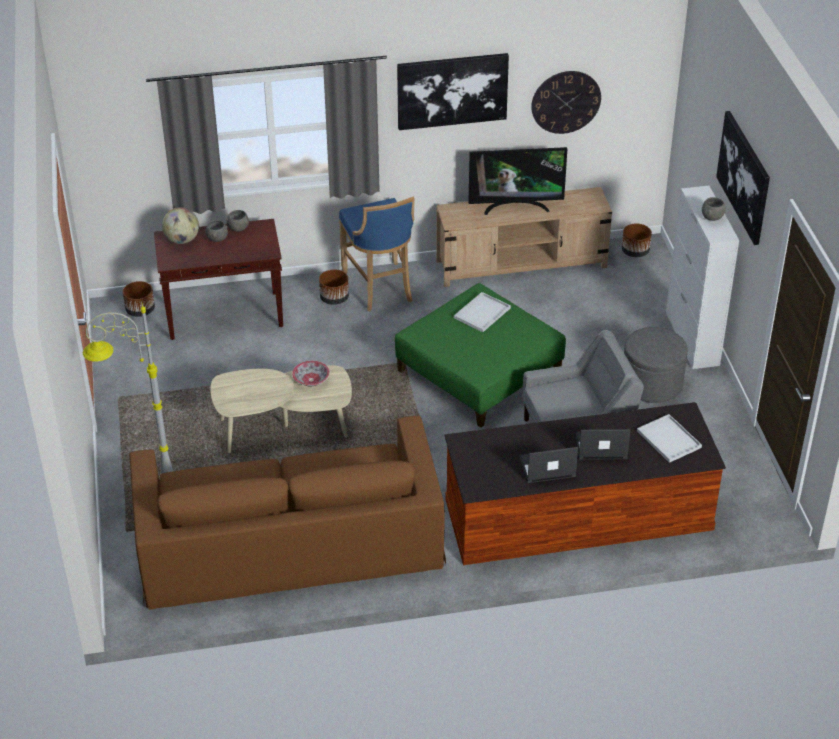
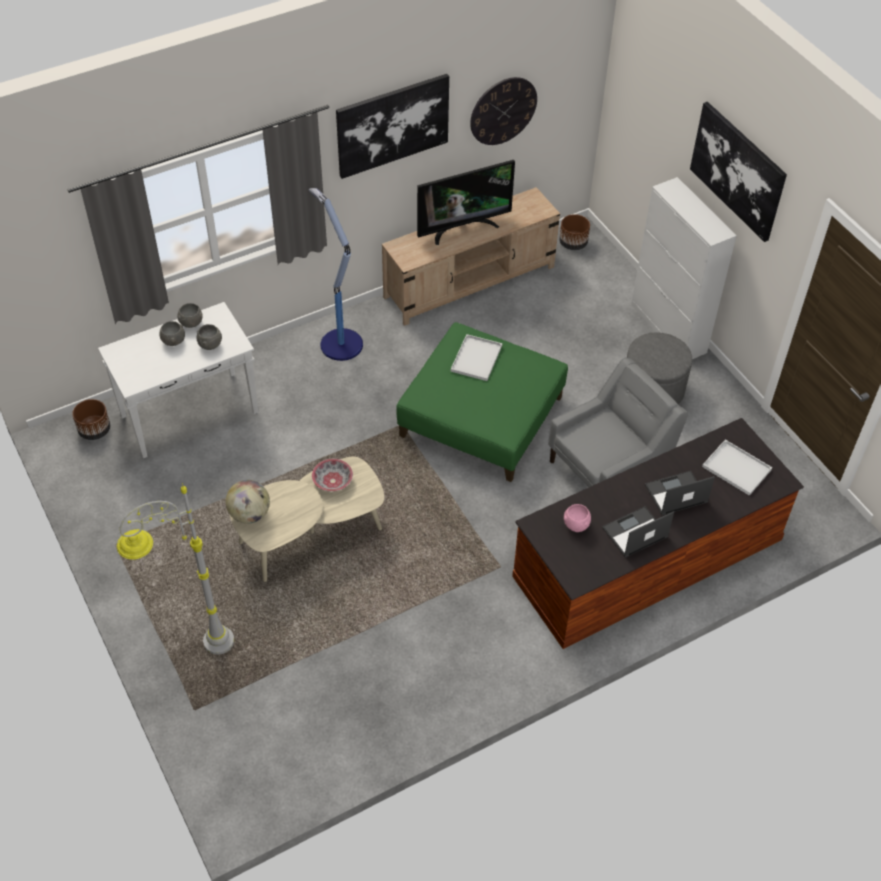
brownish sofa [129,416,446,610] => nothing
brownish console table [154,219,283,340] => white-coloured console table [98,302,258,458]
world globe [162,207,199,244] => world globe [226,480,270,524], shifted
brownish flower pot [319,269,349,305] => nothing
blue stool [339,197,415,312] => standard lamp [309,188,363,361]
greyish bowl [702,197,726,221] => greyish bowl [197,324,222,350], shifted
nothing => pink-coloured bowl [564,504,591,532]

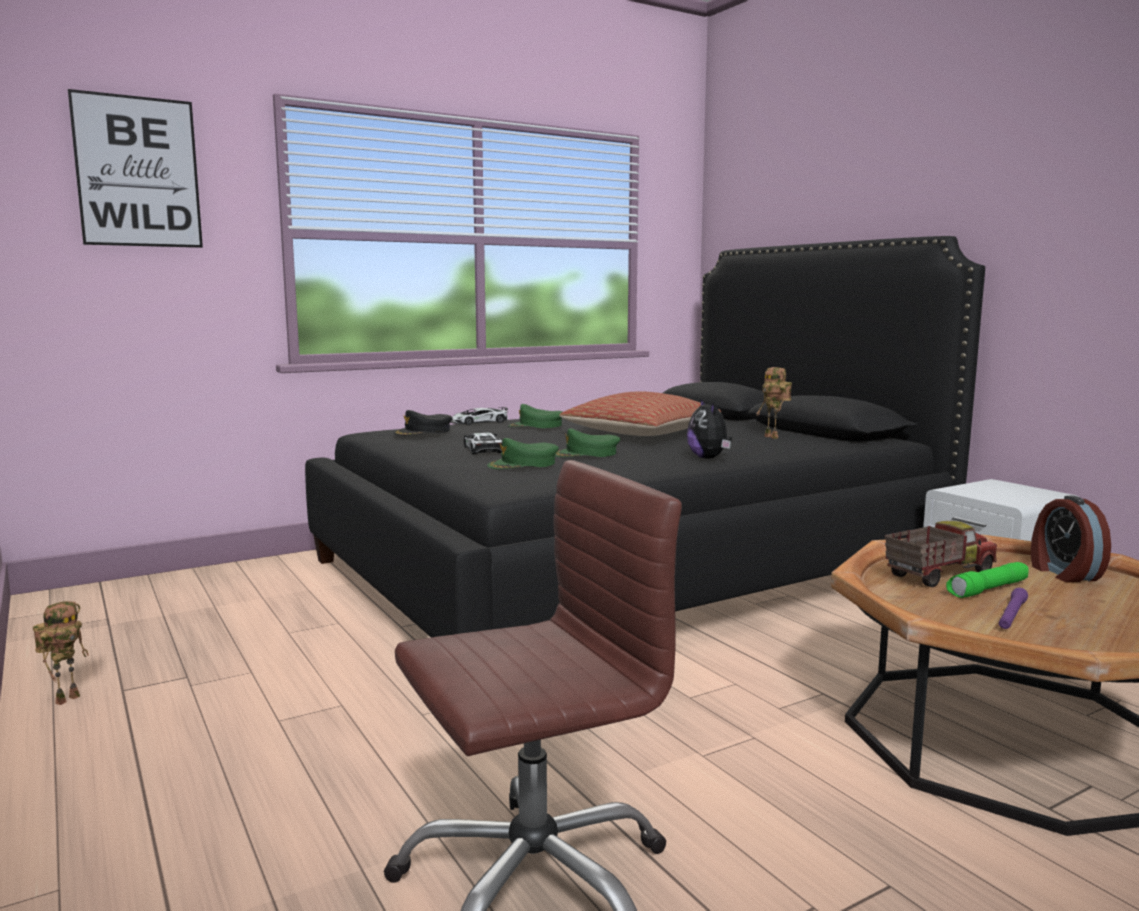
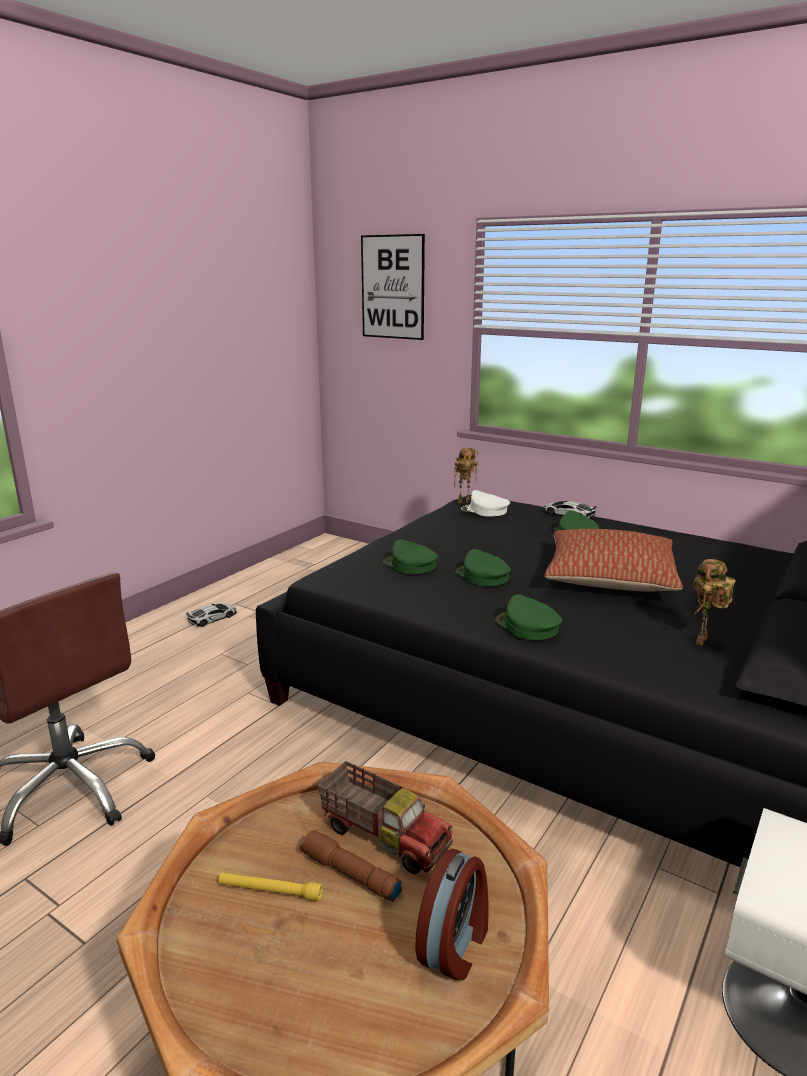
toy robot [33,601,89,705] => toy robot [454,448,478,503], shifted
black-coloured baseball cap [393,410,453,436] => white-coloured baseball cap [461,490,510,517]
model car [464,433,502,454] => model car [186,603,237,627], shifted
plush toy [687,398,732,459] => green baseball cap [495,594,562,640]
green torch [946,562,1029,598] => brownish torch [300,830,402,902]
purple torch [999,588,1028,629] => yellow torch [218,872,323,901]
bedside clock [1031,496,1111,582] => bedside clock [415,849,489,980], 150 degrees clockwise

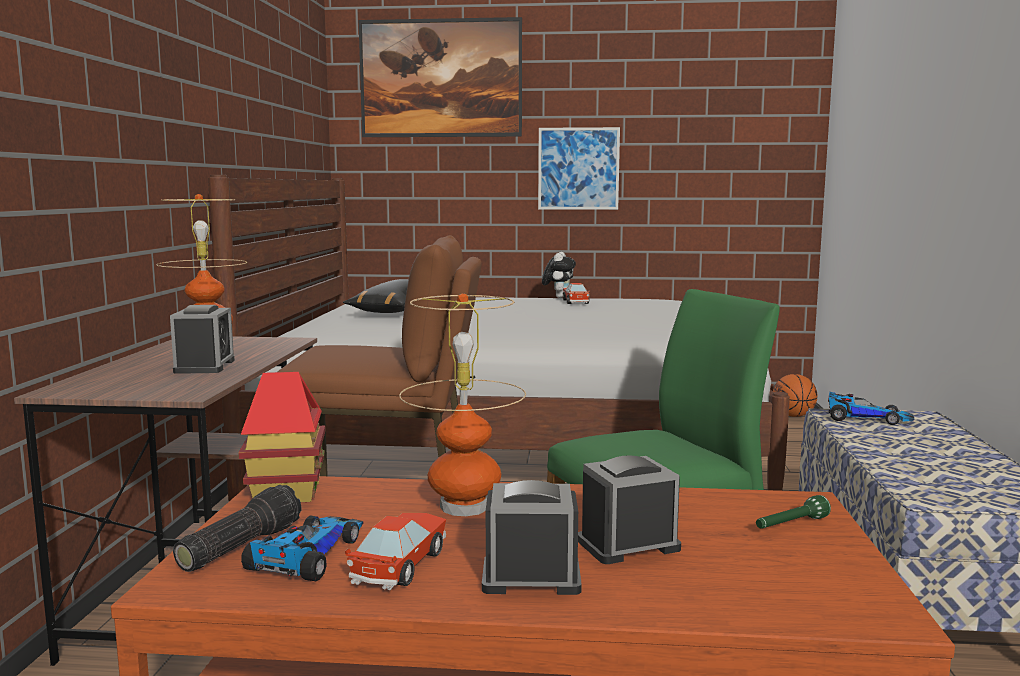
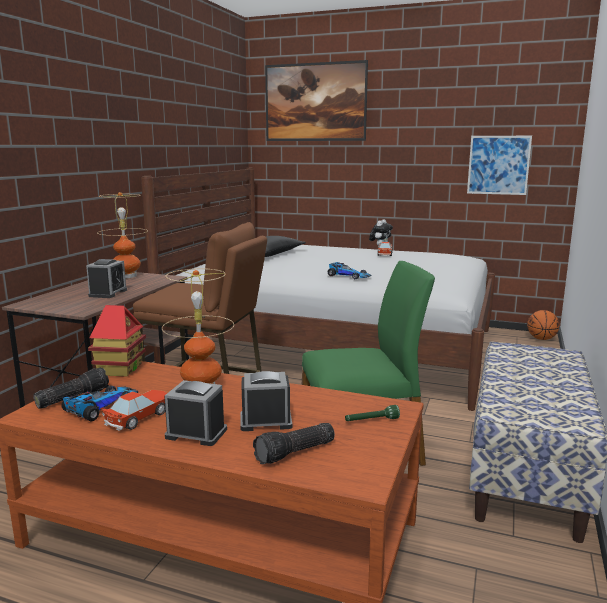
wall art [538,127,620,210] => wall art [467,136,532,195], shifted
model car [828,392,914,425] => model car [328,262,371,279], shifted
nothing => torch [253,423,335,464]

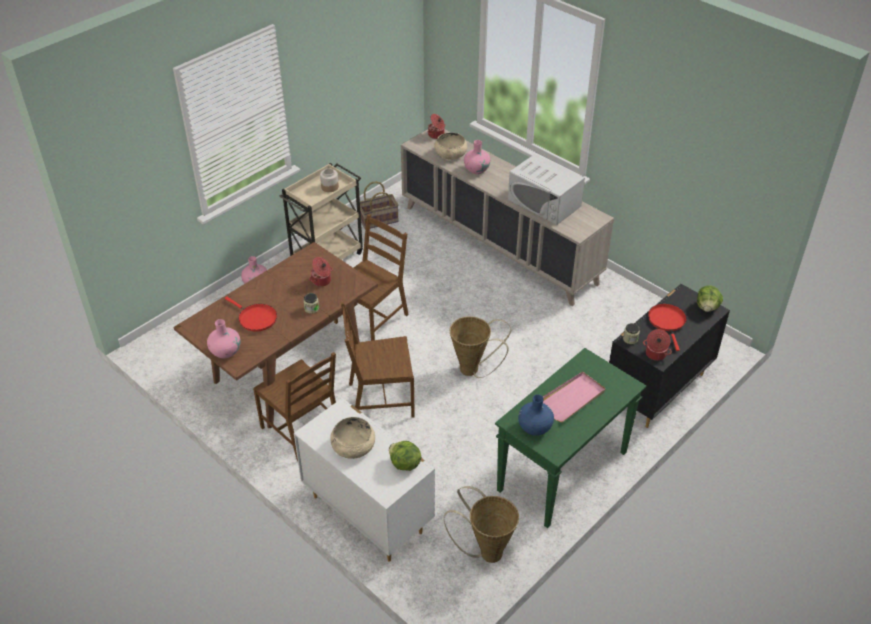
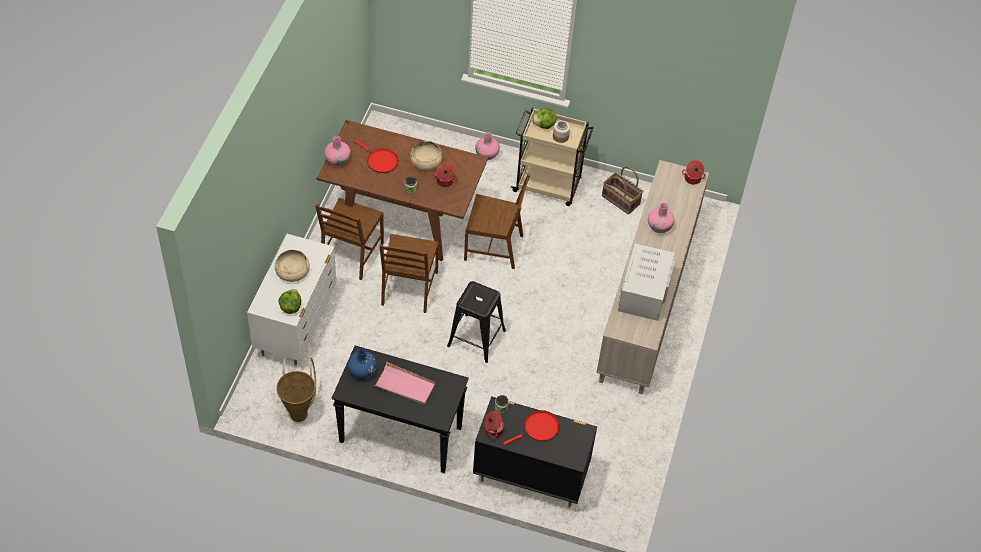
red-coloured pan [225,297,277,332] => red-coloured pan [354,140,398,173], 60 degrees counterclockwise
brownish plain chair [341,302,415,418] => brownish plain chair [380,234,439,313], 135 degrees counterclockwise
sand-coloured bowl [434,132,467,160] => sand-coloured bowl [410,141,443,171], shifted
household basket [450,316,511,378] => black-coloured stool [447,281,506,363]
green console table [495,348,646,528] => black-coloured console table [332,345,469,473]
lettuce head [697,285,723,312] => lettuce head [532,108,556,129], shifted

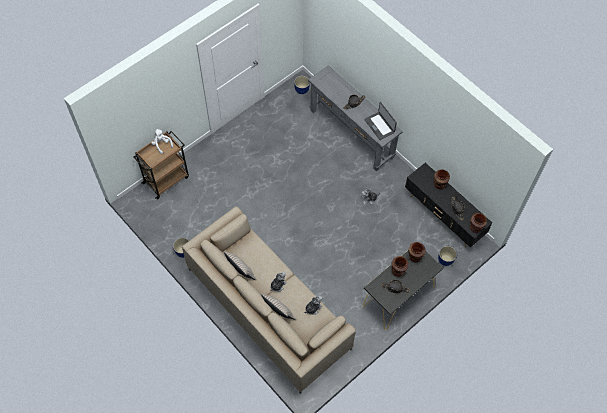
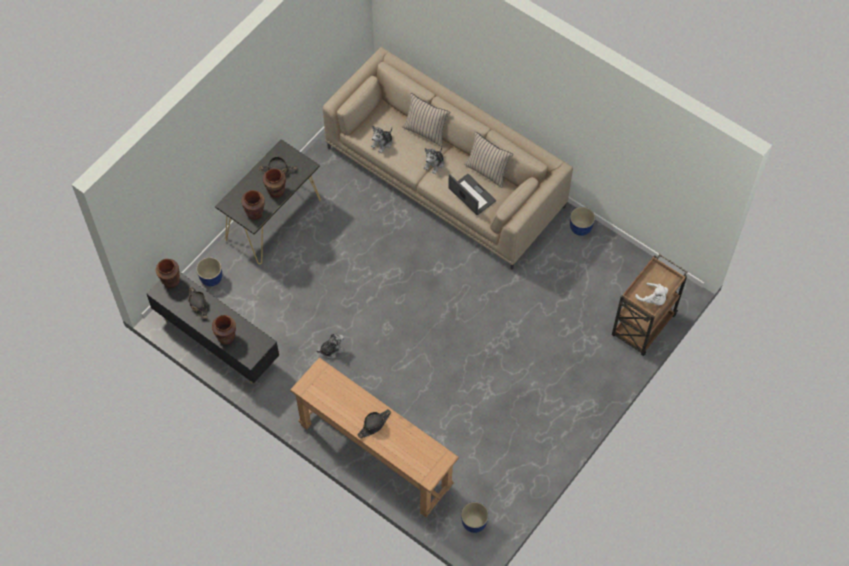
greyish console table [308,65,403,171] => brownish console table [290,357,459,517]
laptop [364,102,397,140] => laptop [448,174,496,215], shifted

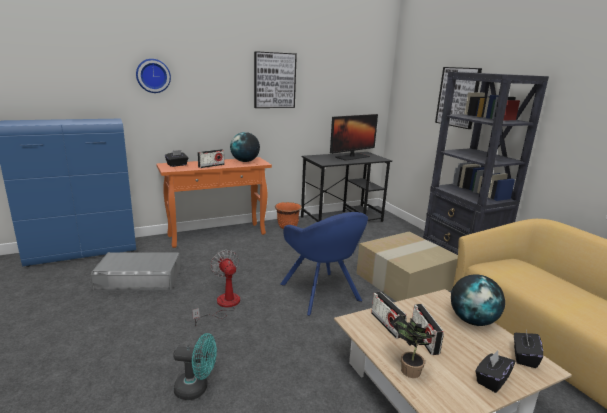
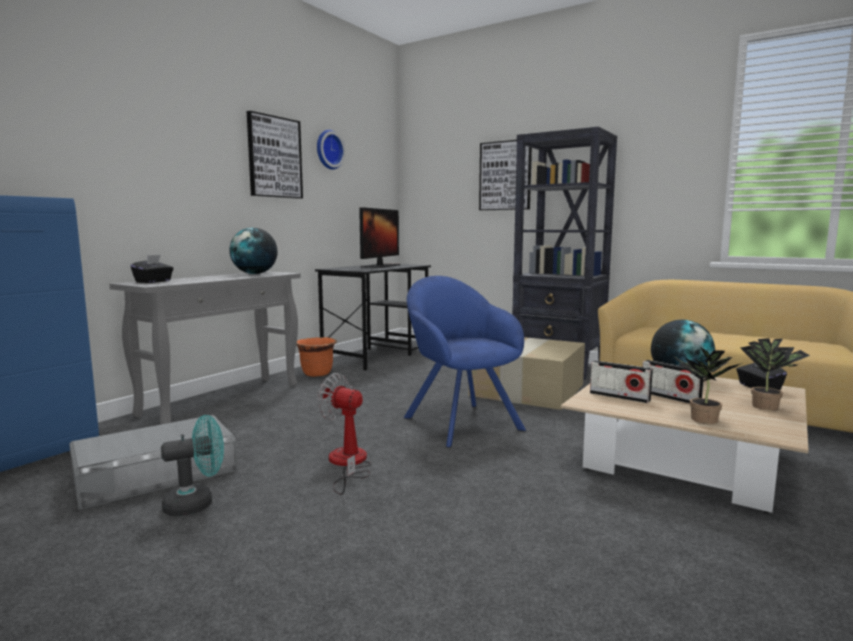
clock on the wall [136,59,171,93] => clock on the wall [317,130,345,170], shifted
orange-coloured console table [157,157,272,248] => greyish console table [109,271,301,424]
turquoise-coloured cooling fan [173,333,217,400] => turquoise-coloured cooling fan [161,415,224,516], shifted
radio receiver [197,149,224,168] => nothing
blue lounge chair [280,212,368,316] => blue lounge chair [404,276,526,448], 150 degrees counterclockwise
black-coloured tissue holder [475,350,515,393] => plant in a pot [740,338,810,410]

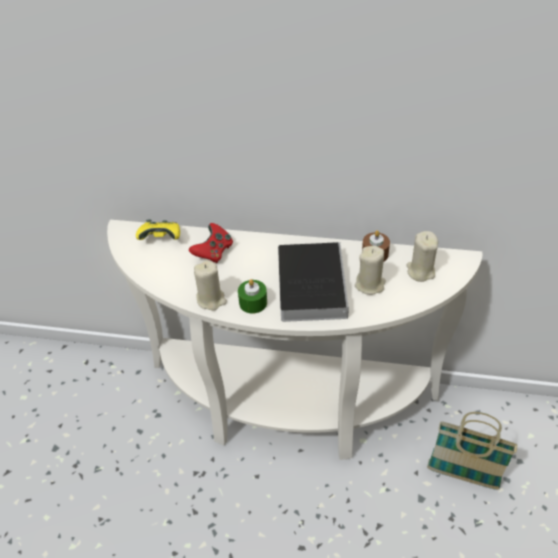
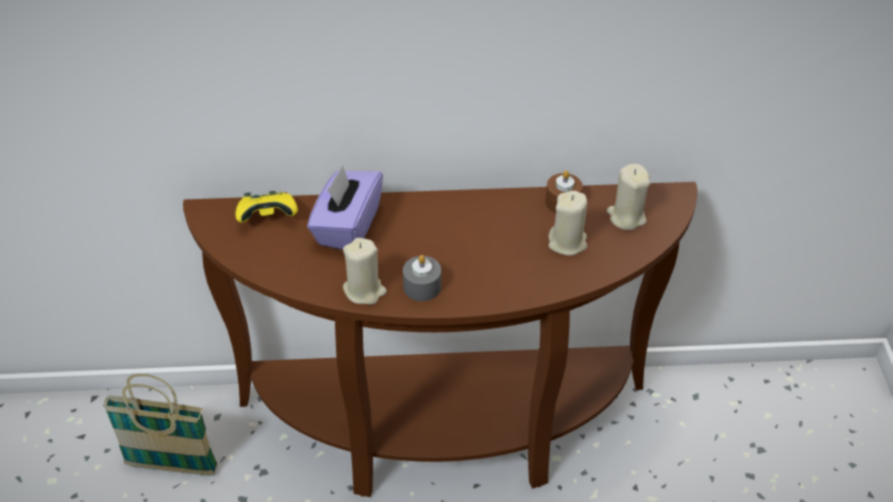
white-coloured console table [107,220,483,460] => brownish console table [183,182,698,497]
red-coloured gamepad [189,223,233,263] => purple tissue holder [307,165,383,250]
green candle [238,279,267,314] => greyish candle [403,255,441,301]
volume [278,242,349,322] => nothing
household basket [427,412,517,490] => household basket [103,374,218,475], shifted

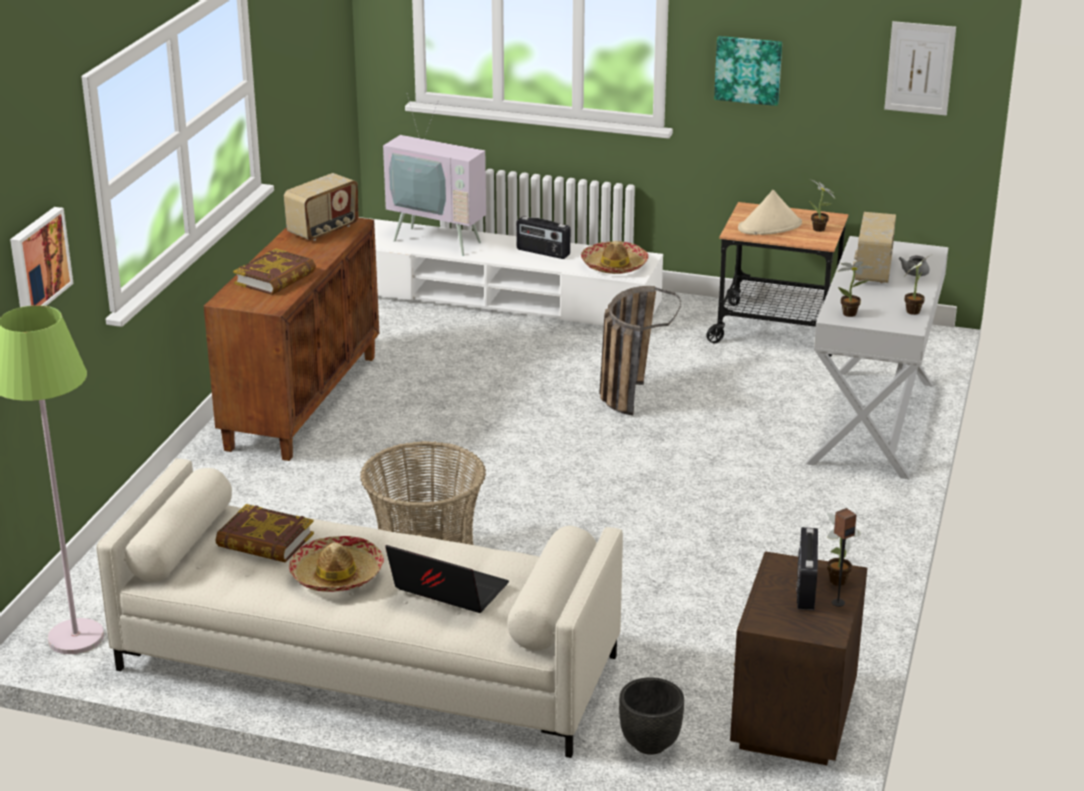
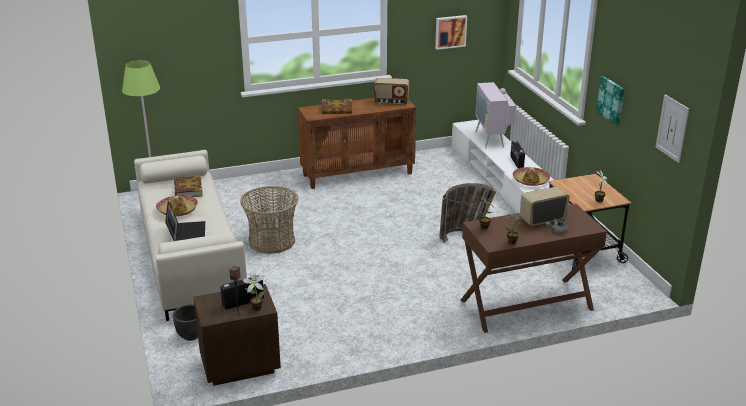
wall art [10,207,74,307] => wall art [435,15,467,50], shifted
sand-coloured wearable hat [738,190,802,235] => nothing
white-coloured console table [806,236,949,479] => brownish console table [461,203,607,333]

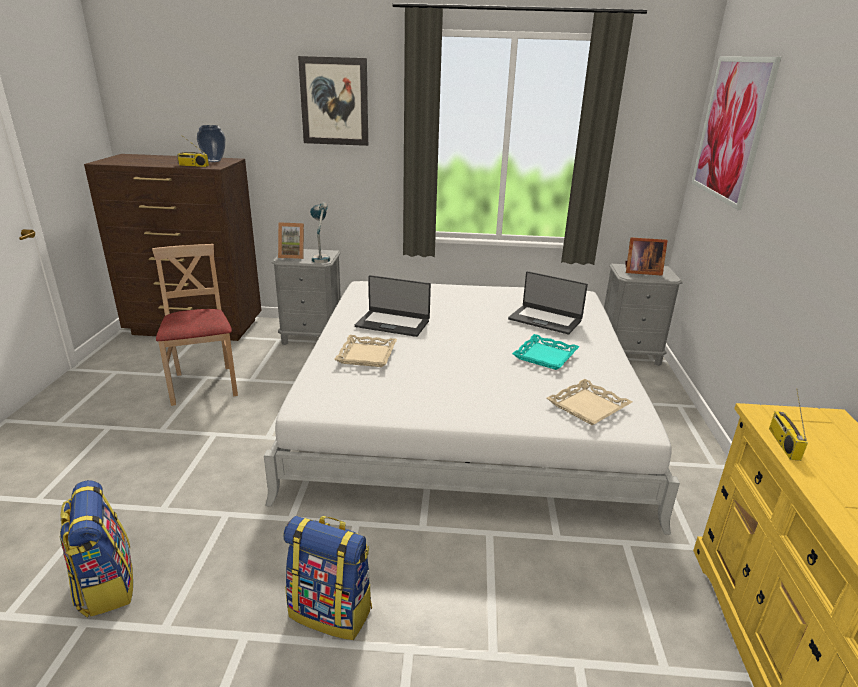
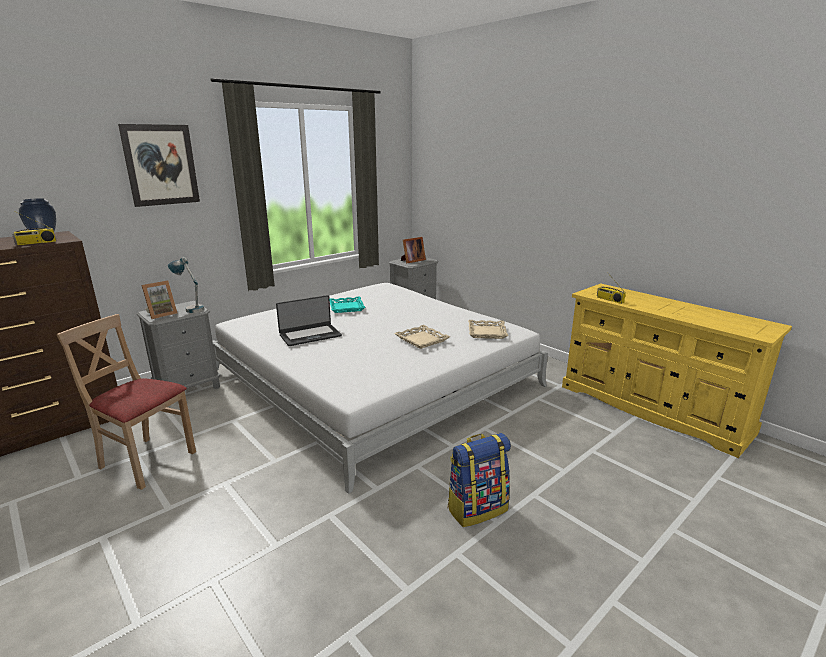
backpack [59,480,133,618] => nothing
sand-coloured serving tray [334,335,397,367] => sand-coloured serving tray [394,325,450,349], shifted
laptop [508,271,588,334] => nothing
turquoise-coloured serving tray [512,334,580,370] => turquoise-coloured serving tray [329,296,365,313], shifted
wall art [692,57,781,210] => nothing

